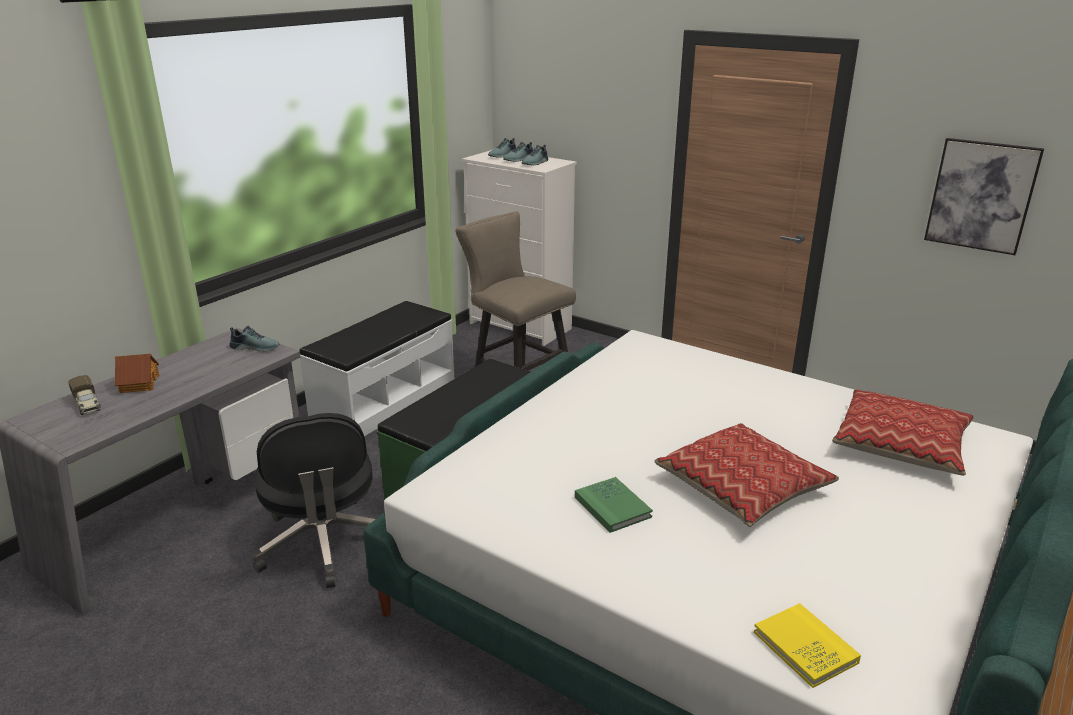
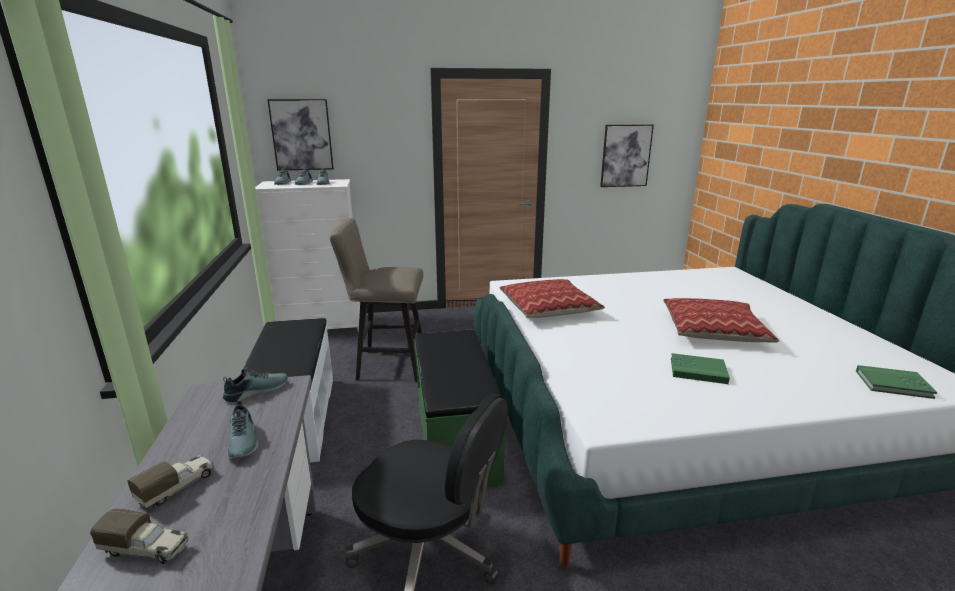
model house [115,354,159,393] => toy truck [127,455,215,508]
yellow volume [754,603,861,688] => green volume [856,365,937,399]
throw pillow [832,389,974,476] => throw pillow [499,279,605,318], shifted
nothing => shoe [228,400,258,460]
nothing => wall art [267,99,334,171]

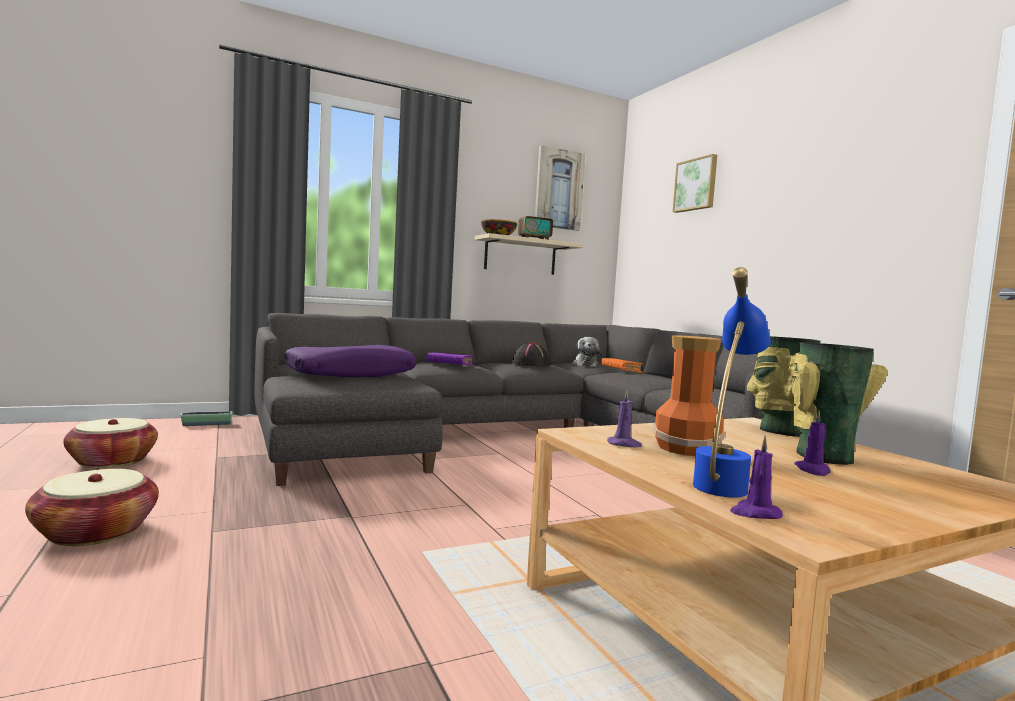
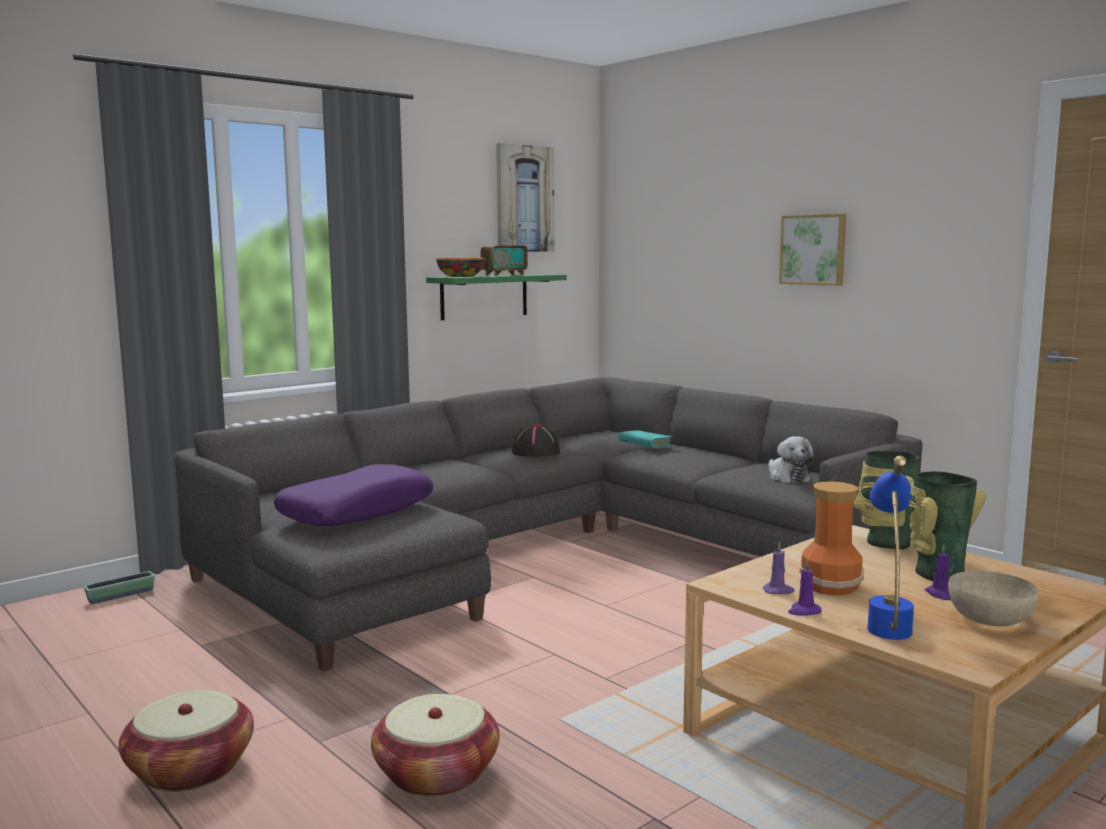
household basket [63,418,158,468] => household basket [371,694,499,797], shifted
purple volume [427,352,474,366] => nothing
sand-coloured shelf [475,233,583,275] => green shelf [426,274,567,320]
plush toy [572,337,602,367] => plush toy [768,436,814,483], shifted
orange-coloured volume [601,358,643,373] => turquoise-coloured volume [619,430,673,448]
wall art [673,154,717,213] => wall art [779,214,846,286], shifted
purple candle [730,436,783,519] => purple candle [788,559,822,616], shifted
nothing => sand-coloured bowl [948,571,1038,626]

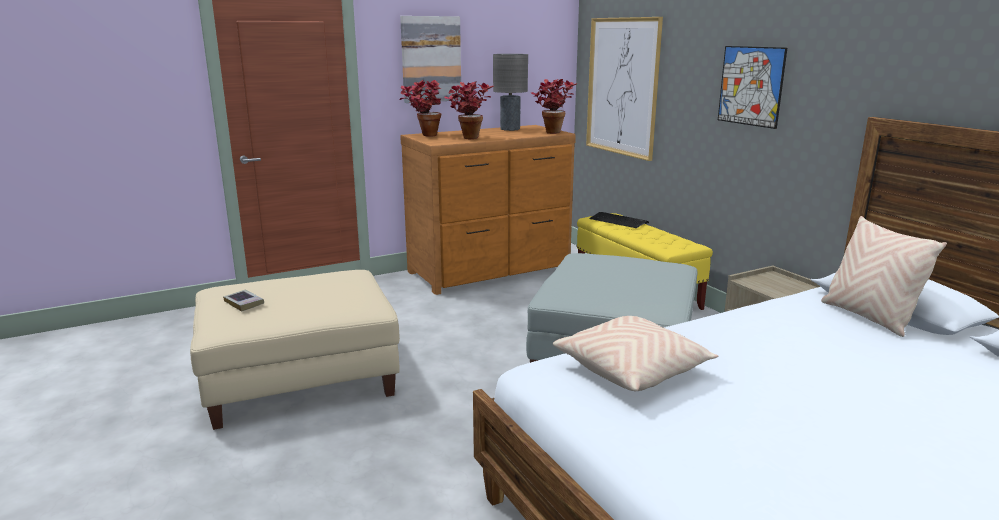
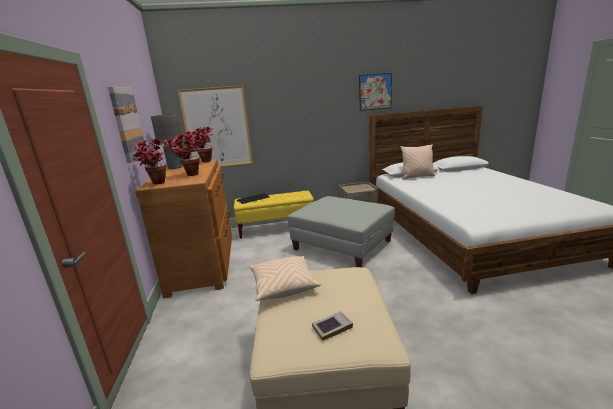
sand-coloured throw pillow [553,316,718,391] => sand-coloured throw pillow [250,256,321,301], shifted
wall art [718,46,787,129] => wall art [359,73,392,111], shifted

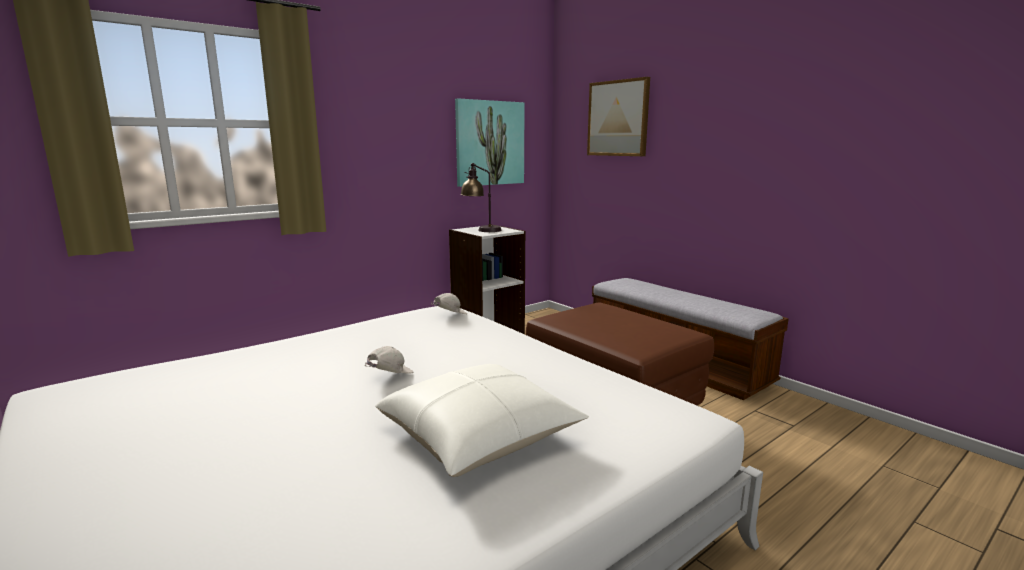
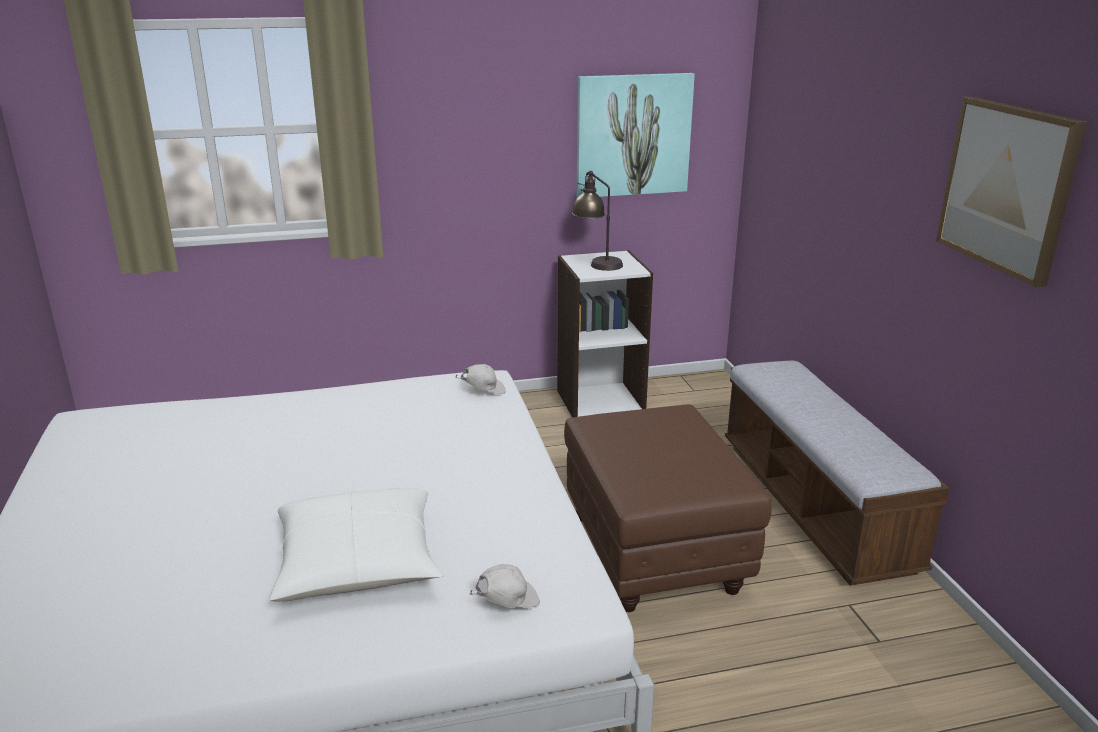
white-coloured baseball cap [365,346,414,374] => white-coloured baseball cap [469,564,540,608], shifted
wall art [587,77,650,156] => wall art [936,97,1087,288], shifted

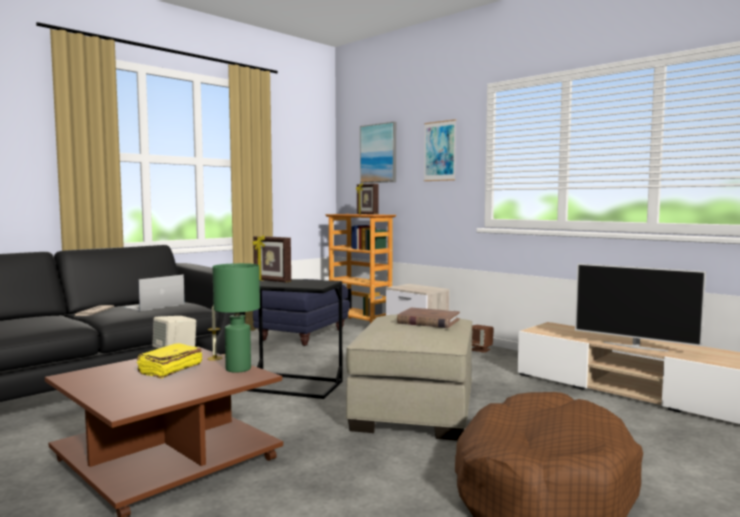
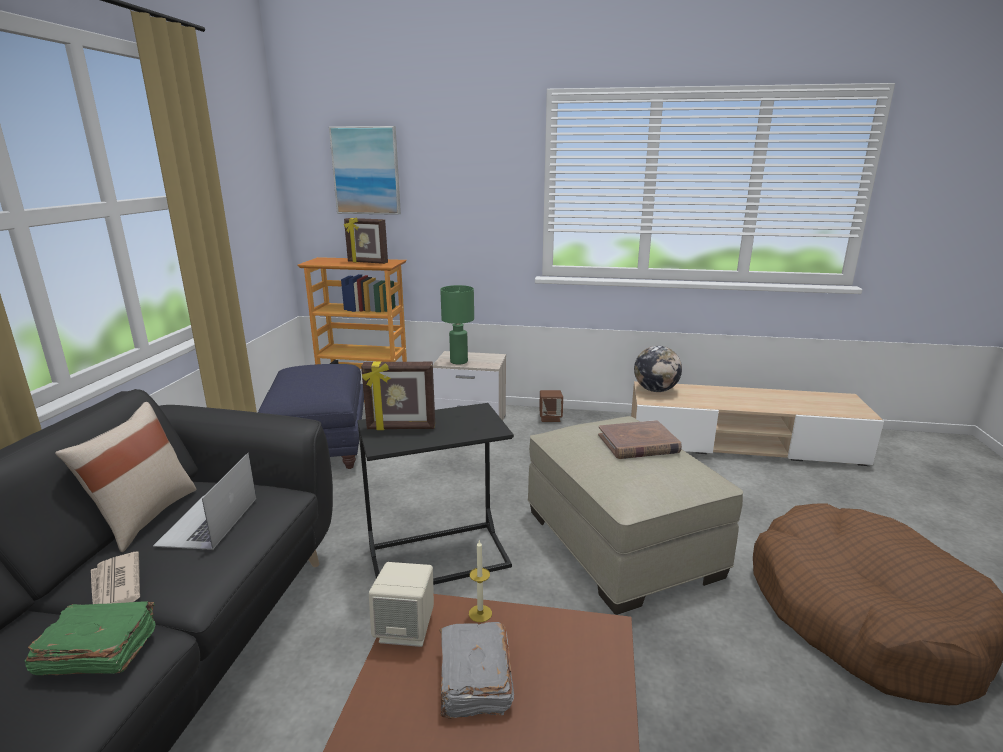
yellow volume [137,343,202,379] => greyish volume [439,622,514,719]
green lamp for a table [212,263,260,373] => green lamp for a table [440,285,474,364], shifted
wall art [424,119,456,181] => nothing
TV set [575,263,706,351] => nothing
nothing => green volume [25,601,155,675]
nothing => sand-coloured throw pillow [55,402,196,552]
nothing => world globe [634,346,682,392]

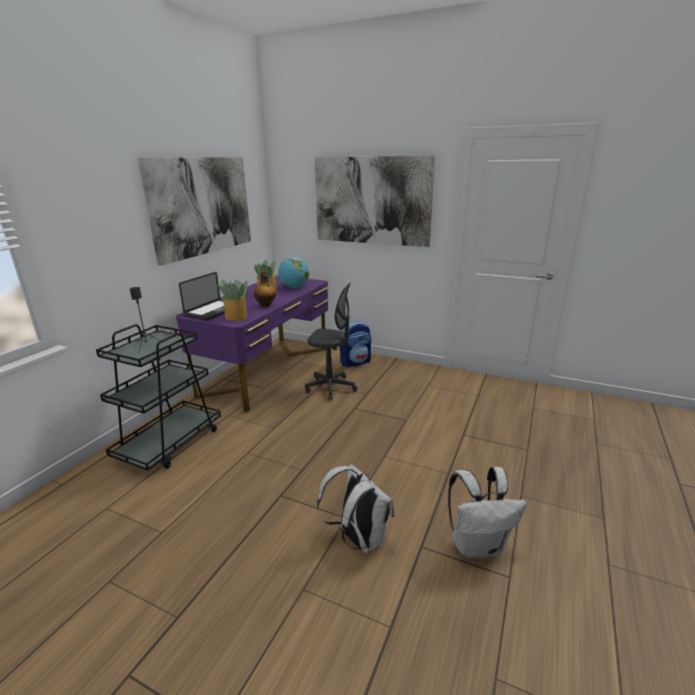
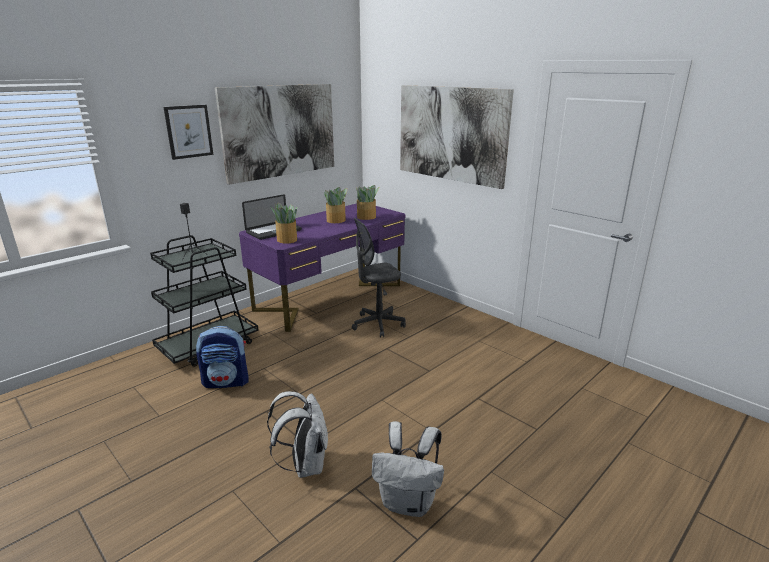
drink bottle [254,271,276,307] => nothing
world globe [278,257,309,288] => plant in a pot [356,185,379,220]
greyish desk chair [305,283,358,401] => greyish desk chair [352,218,406,338], 120 degrees clockwise
backpack [339,321,371,367] => backpack [196,326,249,388], shifted
nothing => wall art [164,105,213,160]

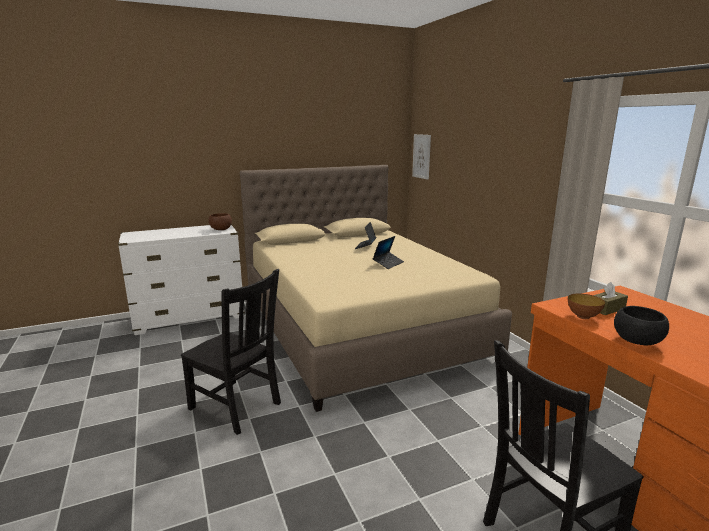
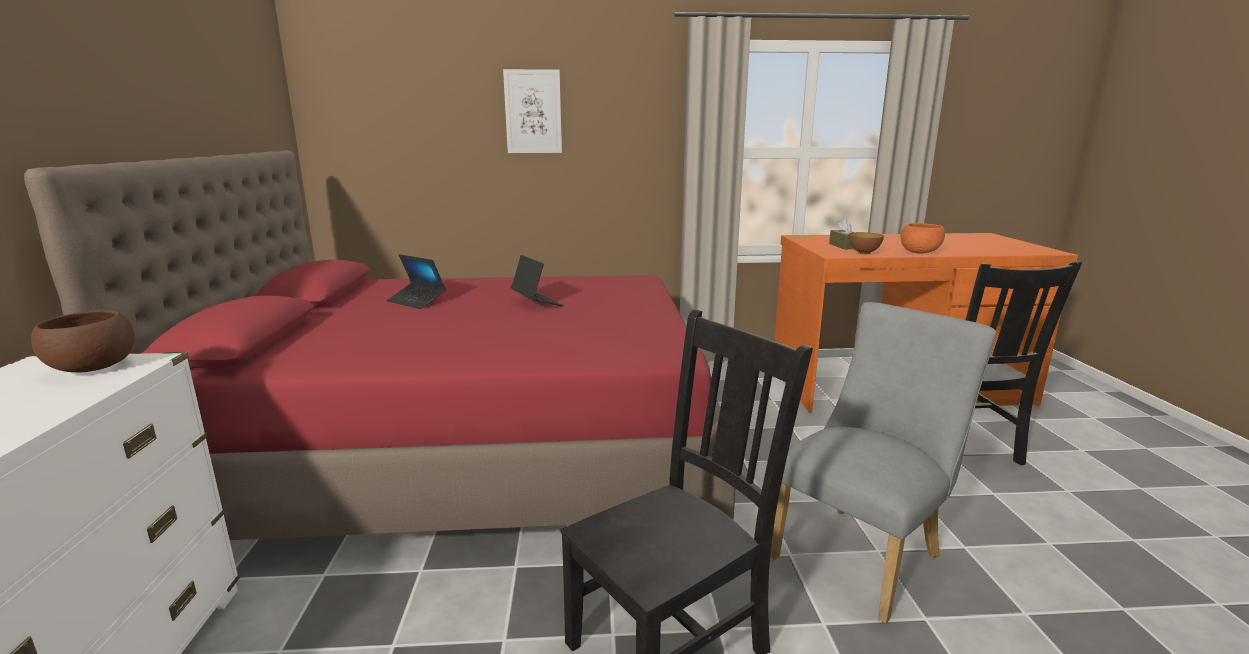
sand-coloured bed [240,165,512,412] => red-coloured bed [24,150,736,540]
wall art [412,134,431,180] => wall art [503,69,562,153], shifted
black-coloured bowl [614,306,669,345] => orange-coloured bowl [900,223,945,254]
nothing => greyish plain chair [770,302,996,624]

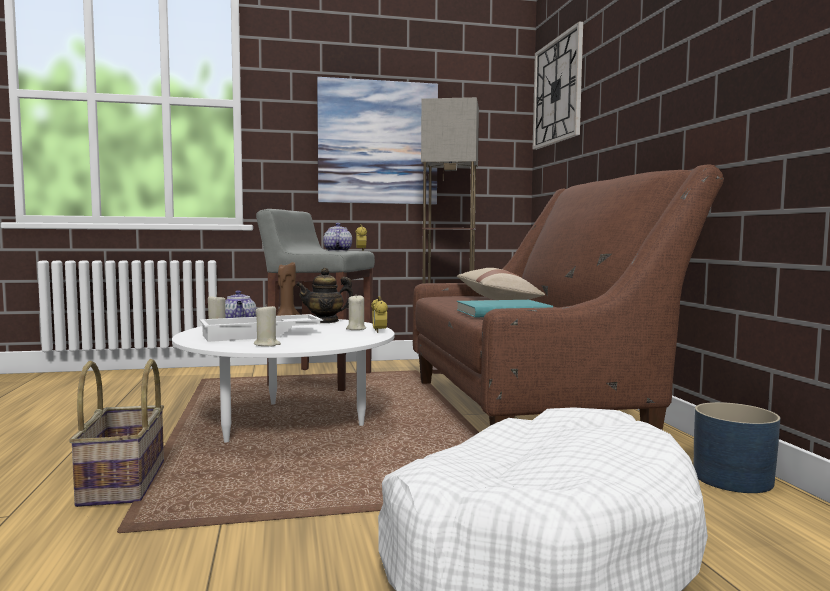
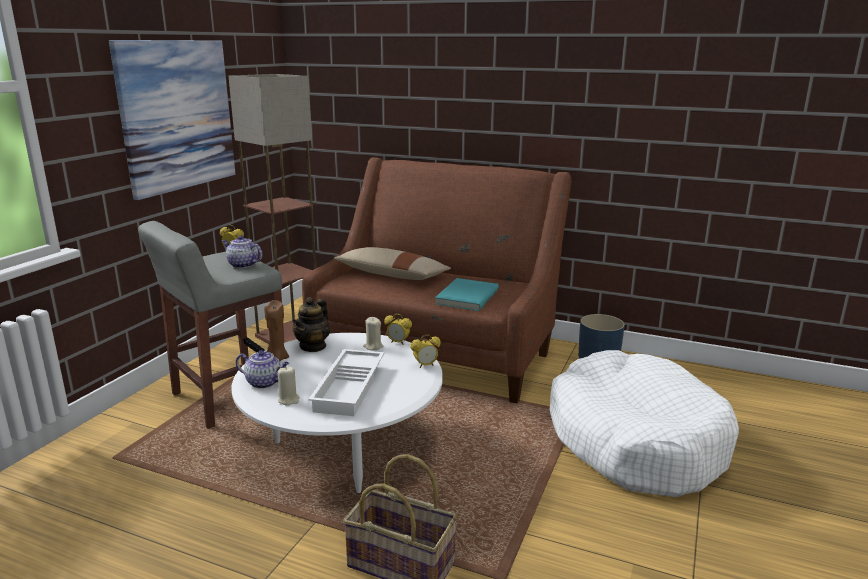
sand-coloured candle [254,304,281,346] => nothing
clock on the wall [533,22,583,150] => nothing
nothing => bedside clock [410,334,441,368]

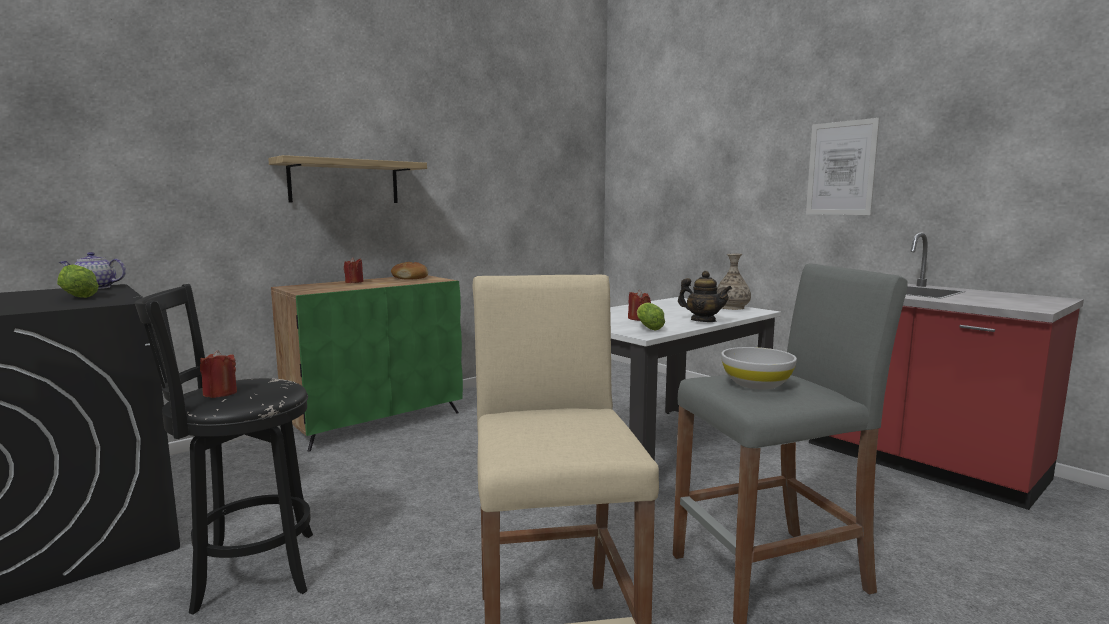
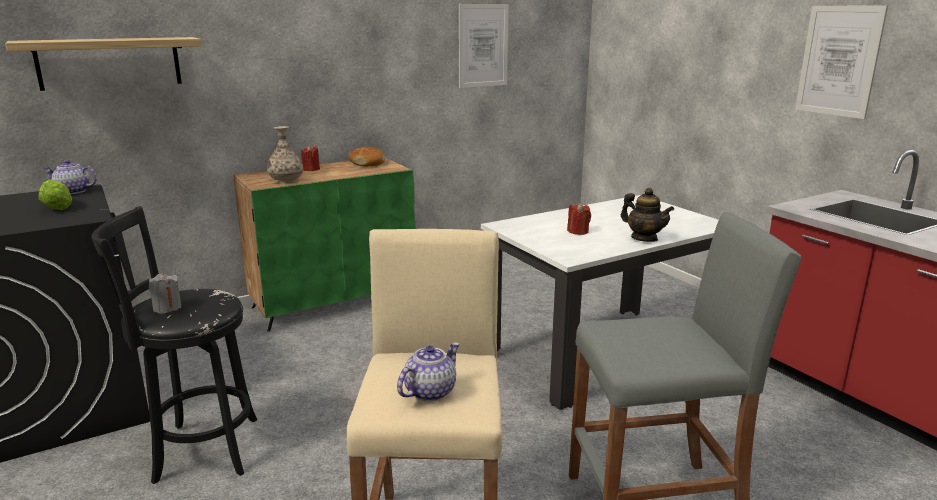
red-coloured candle [200,350,237,398] => greyish candle [149,272,181,314]
shelf [268,155,427,203] => shelf [5,37,202,91], shifted
lettuce head [637,302,665,331] => nothing
decorative vase [717,254,751,310] => decorative vase [267,126,303,183], shifted
white-coloured bowl [721,347,797,390] => nothing
nothing => teapot [397,342,459,401]
nothing => wall art [459,4,509,88]

